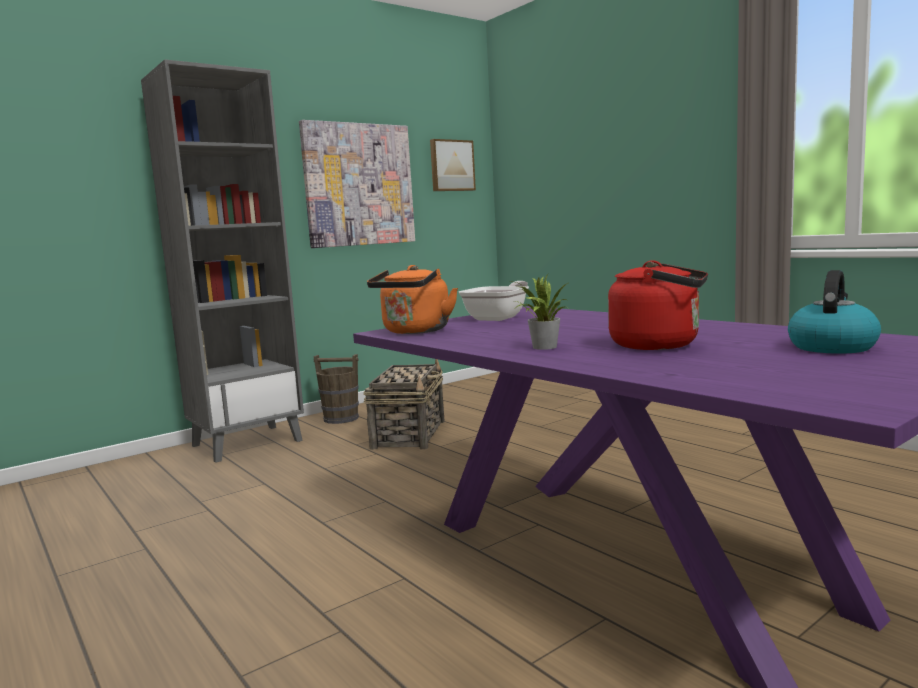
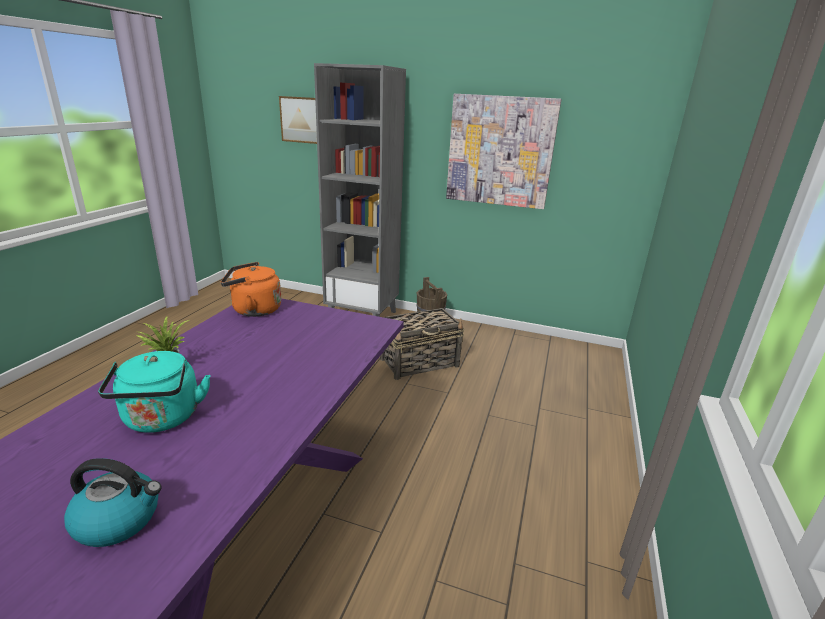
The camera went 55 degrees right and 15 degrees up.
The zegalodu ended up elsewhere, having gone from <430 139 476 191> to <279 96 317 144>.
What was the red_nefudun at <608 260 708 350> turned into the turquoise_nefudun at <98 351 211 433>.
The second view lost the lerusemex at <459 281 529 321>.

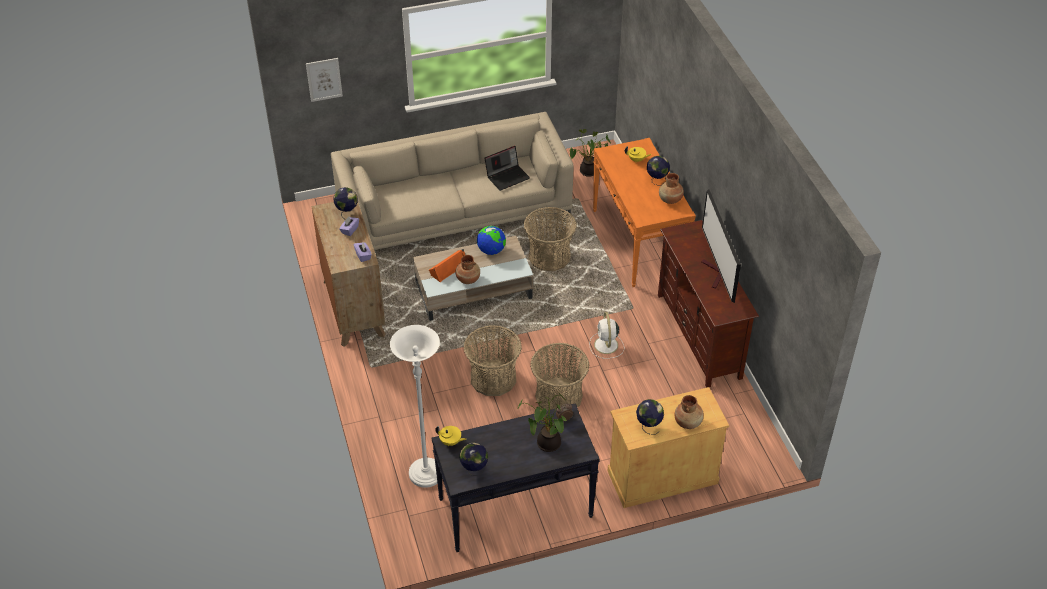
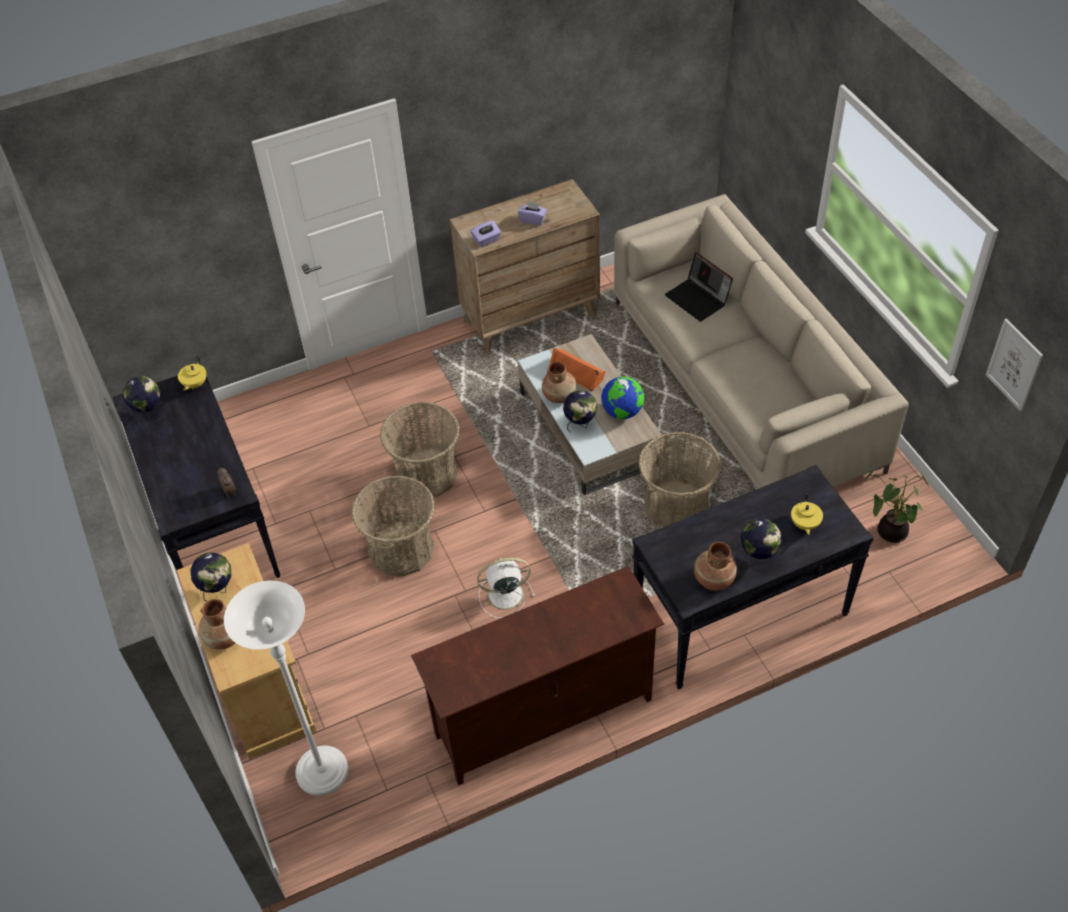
The camera went 85 degrees right and 5 degrees up.
The zegalodu ended up elsewhere, having gone from <306 58 343 102> to <986 319 1043 411>.
What was the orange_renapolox at <593 138 696 287> turned into the black_renapolox at <632 465 873 690>.
The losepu ended up elsewhere, having gone from <484 146 530 191> to <665 252 733 322>.
The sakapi ended up elsewhere, having gone from <333 187 358 220> to <563 390 597 433>.
The second view lost the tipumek at <701 189 741 303>.
The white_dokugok ended up elsewhere, having gone from <390 325 440 488> to <224 581 348 796>.
The second view lost the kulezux at <518 391 567 452>.

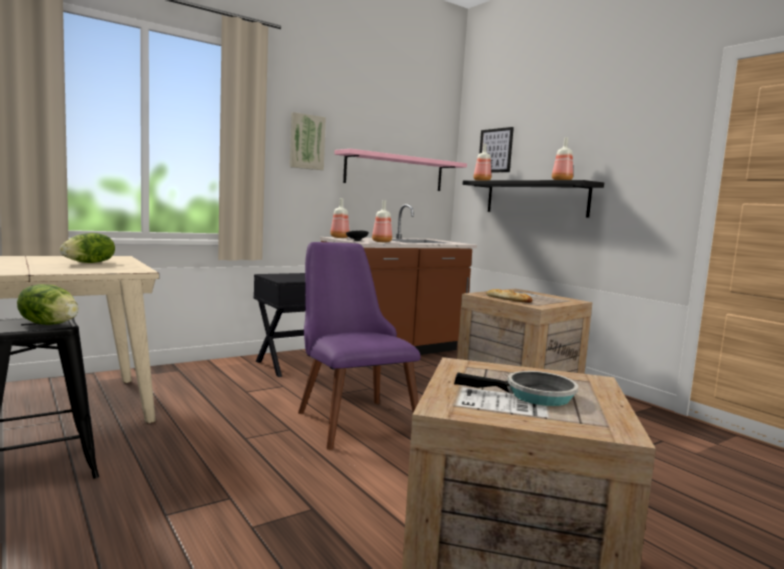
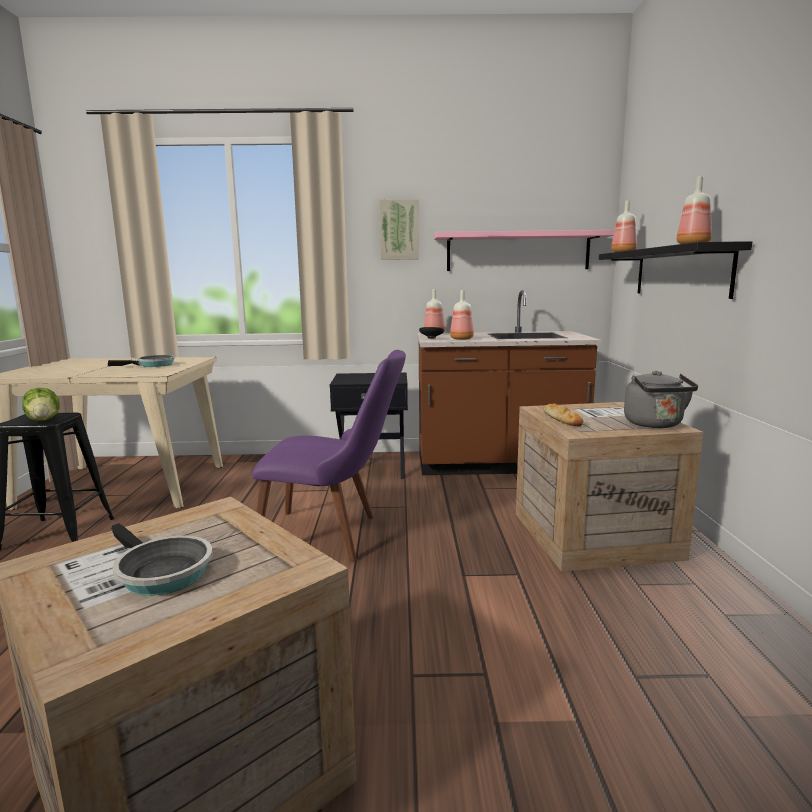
The camera went 35 degrees right and 5 degrees up.
The second view lost the zegalodu at <479 127 514 173>.
Where the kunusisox stood at <60 233 115 263>, the lerusemex came to stand at <108 355 175 367>.
The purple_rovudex at <298 242 420 450> ended up facing another way, 90 degrees clockwise from before.
The second view gained the grey_nefudun at <624 371 698 428>.

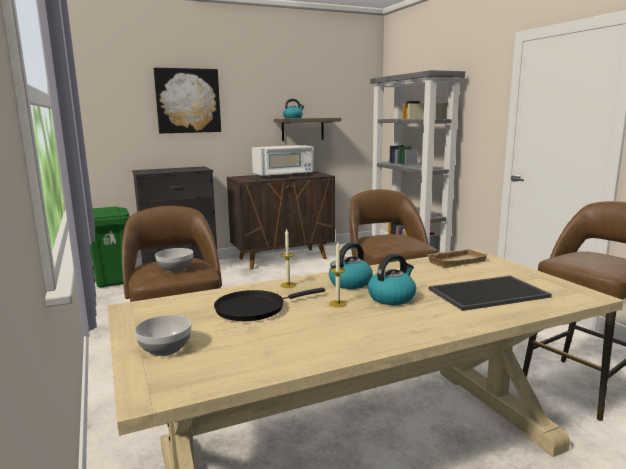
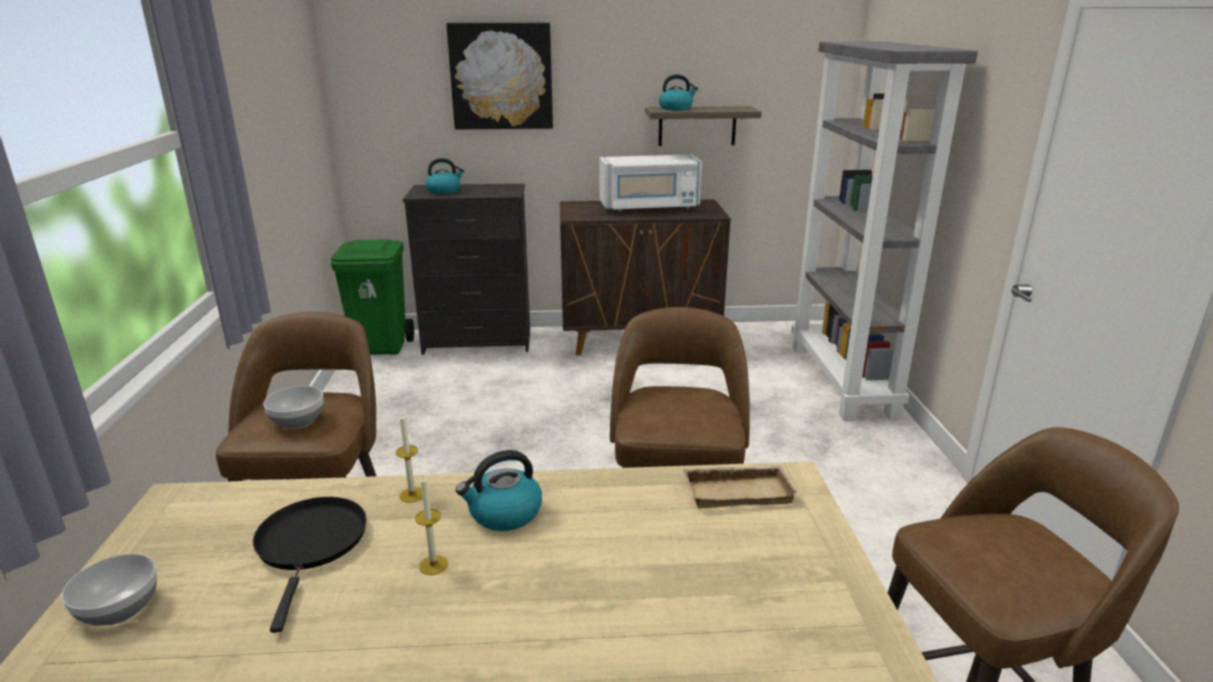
The camera went 20 degrees right and 10 degrees up.
The nefudun ended up elsewhere, having gone from <368 254 416 305> to <426 158 464 194>.
The second view lost the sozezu at <429 276 552 311>.
The black_lerusemex at <214 288 325 321> ended up facing another way, 90 degrees clockwise from before.

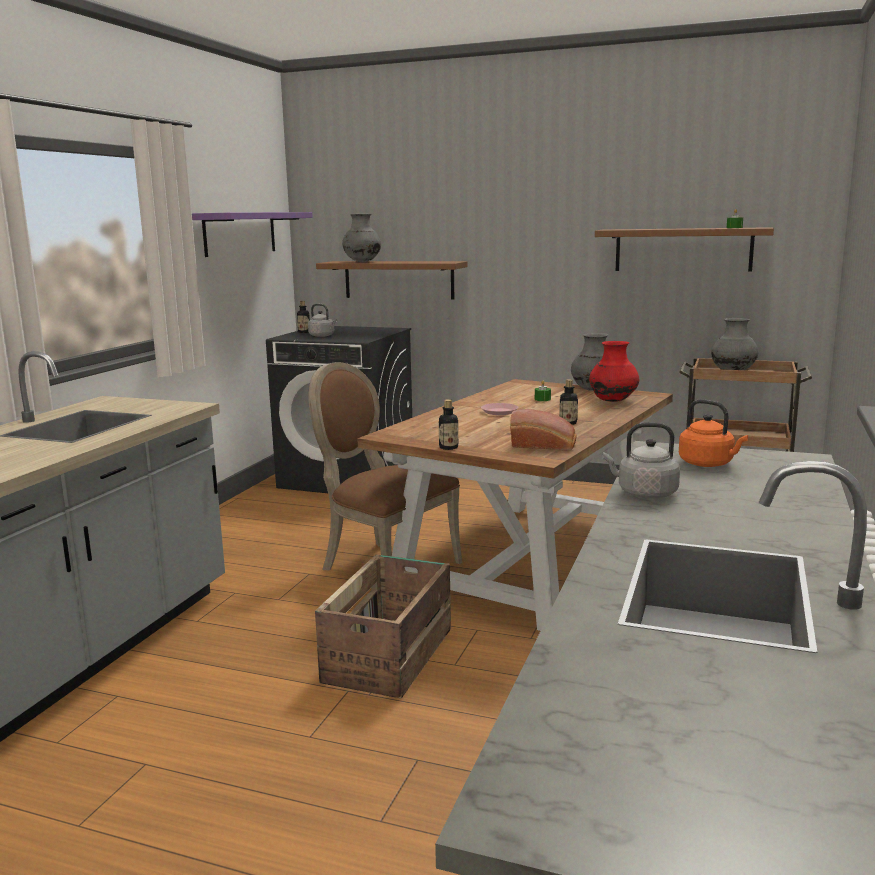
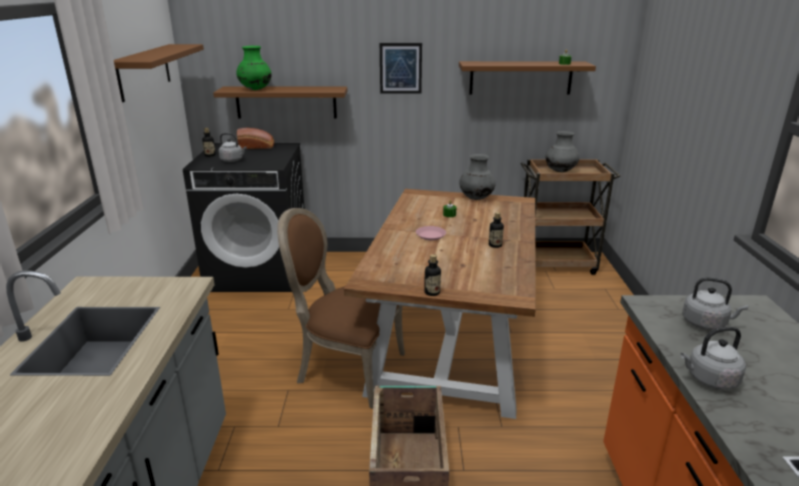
The camera went 20 degrees left and 10 degrees up.
What was the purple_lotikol at <192 212 313 257> turned into the brown_lotikol at <114 44 204 102>.
What was the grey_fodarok at <342 214 381 262> turned into the green_fodarok at <236 46 272 90>.
The second view lost the red_fodarok at <589 341 639 402>.
What was the orange_nefudun at <679 399 748 467> turned into the grey_nefudun at <682 277 748 330>.
The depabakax ended up elsewhere, having gone from <510 409 577 450> to <237 128 274 149>.
The second view gained the zegalodu at <380 43 422 94>.

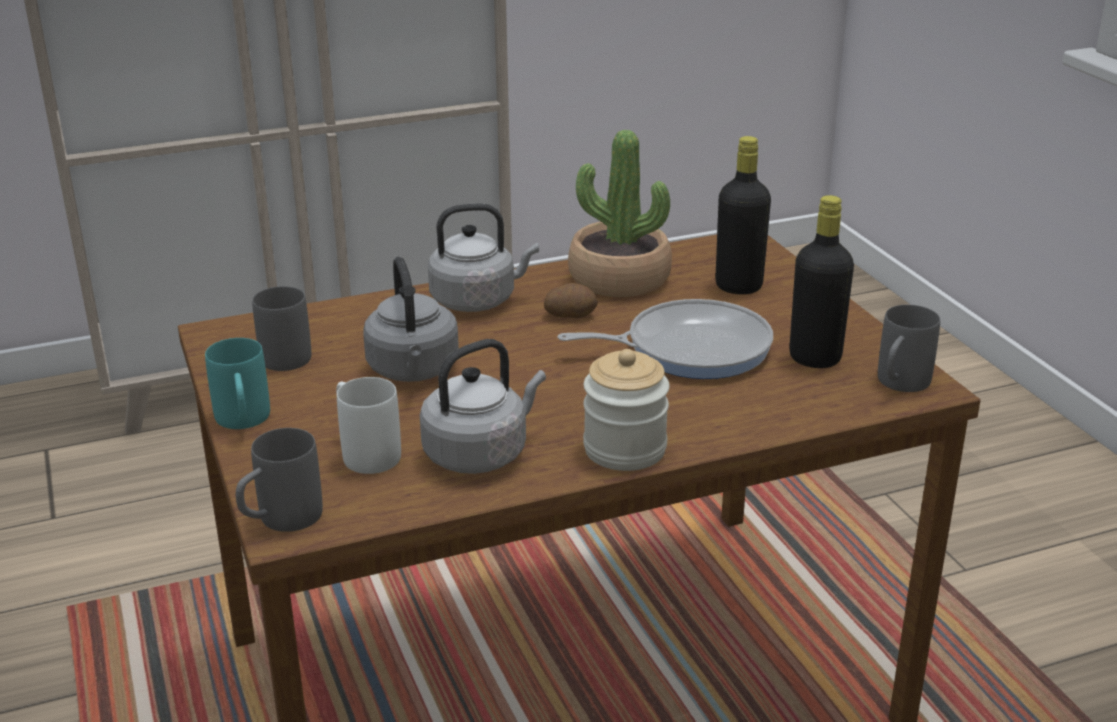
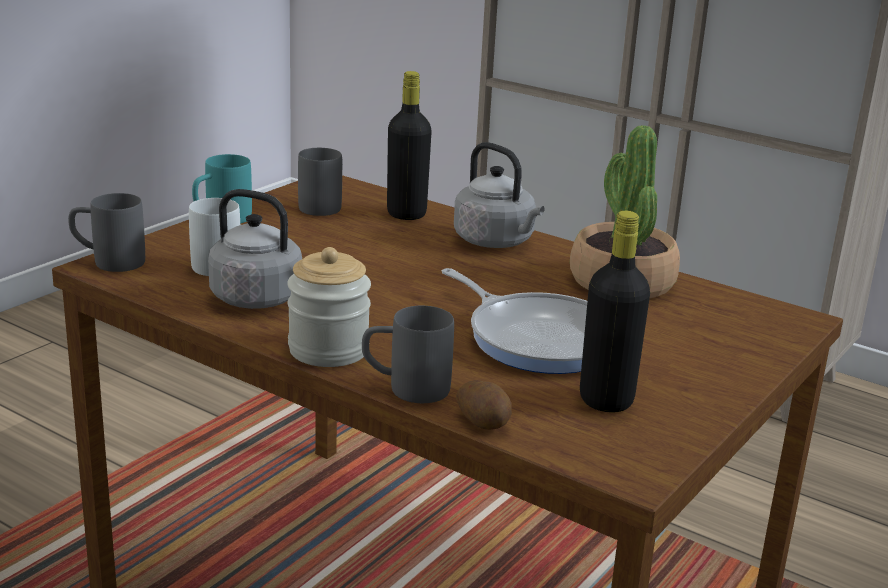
The camera went 55 degrees right and 5 degrees down.
The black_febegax ended up elsewhere, having gone from <715 136 771 294> to <387 71 432 220>.
The second view lost the grey_nefudun at <363 256 459 382>.
The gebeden ended up elsewhere, having gone from <544 283 598 318> to <456 380 512 430>.
The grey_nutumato ended up elsewhere, having gone from <878 305 940 392> to <362 306 454 403>.

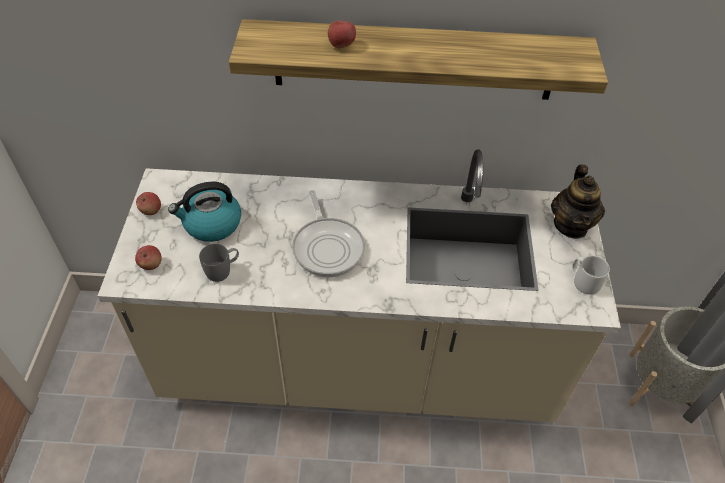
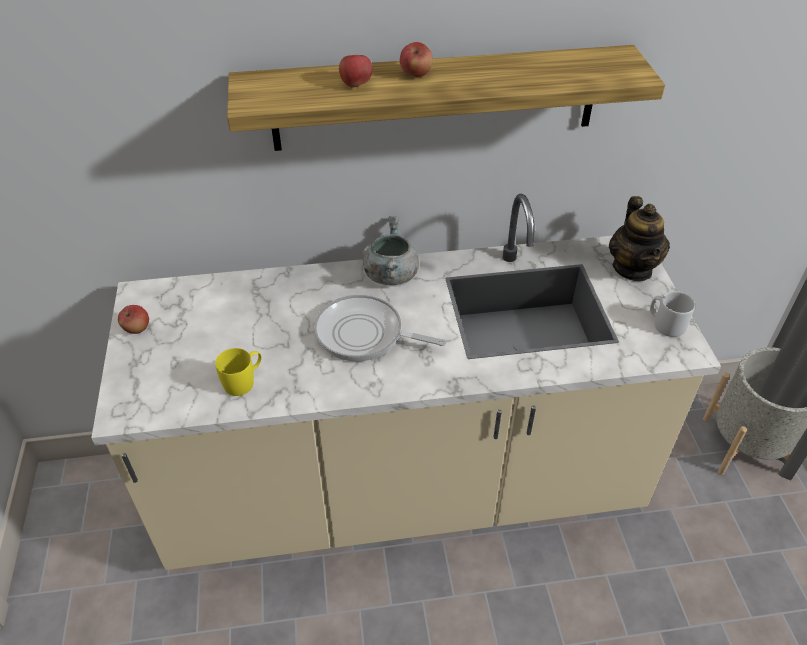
The camera went 10 degrees left and 5 degrees down.
The second view lost the nefudun at <168 182 241 242>.
The lerusemex at <292 190 365 277> ended up facing another way, 135 degrees clockwise from before.
What was the grey_nutumato at <199 244 239 282> turned into the yellow_nutumato at <215 348 262 396>.
The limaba ended up elsewhere, having gone from <135 245 162 270> to <400 42 433 77>.
The second view gained the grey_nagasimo at <363 216 419 285>.

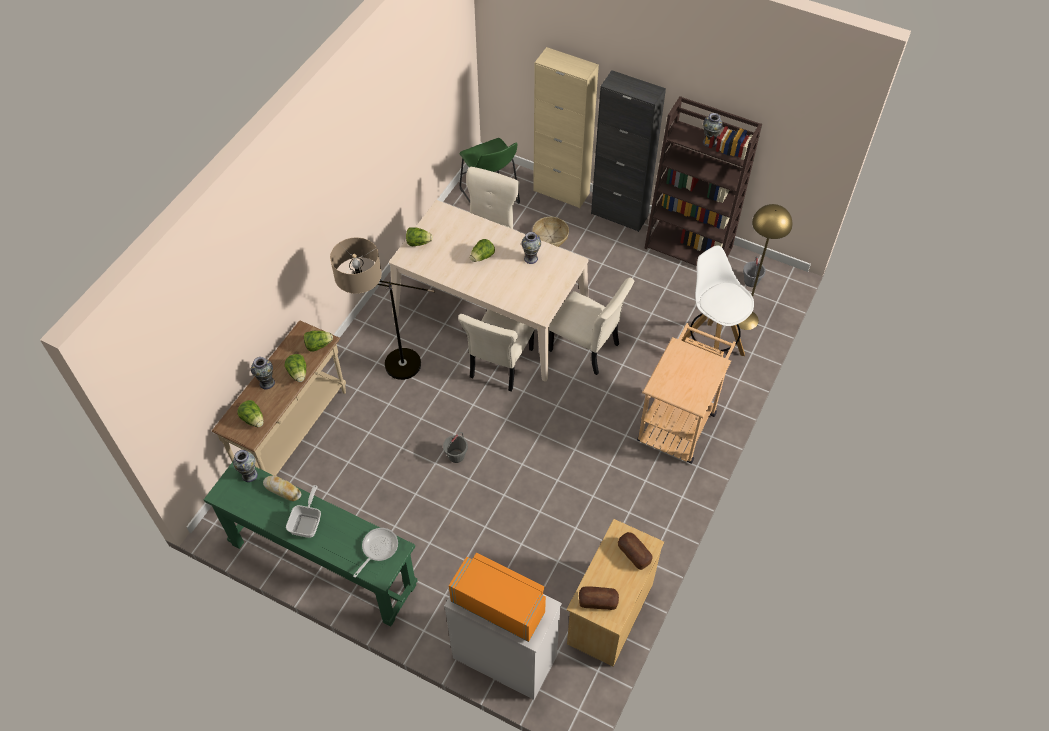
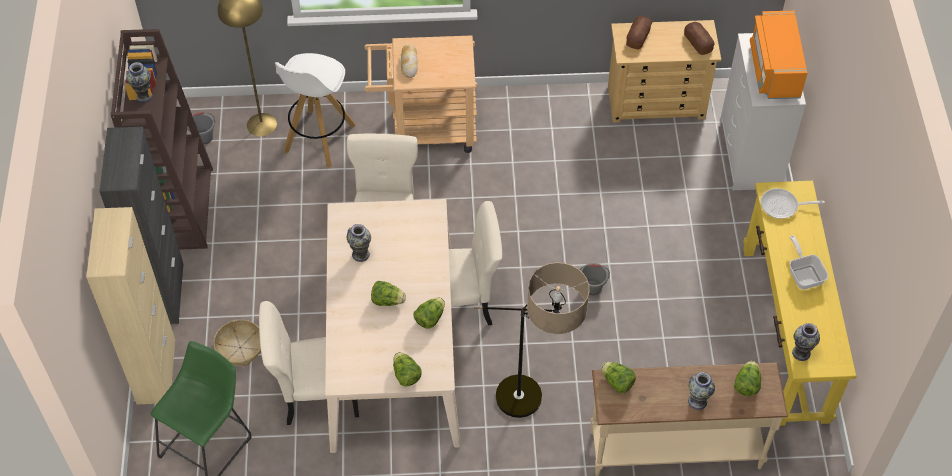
The camera went 120 degrees left and 0 degrees up.
The kunusisox ended up elsewhere, having gone from <284 354 306 382> to <414 297 445 329>.
What was the green_renapolox at <204 462 418 627> turned into the yellow_renapolox at <743 181 856 426>.
The depabakax ended up elsewhere, having gone from <263 476 301 501> to <401 44 418 78>.
The lerusemex at <286 485 321 538> ended up facing another way, 90 degrees clockwise from before.

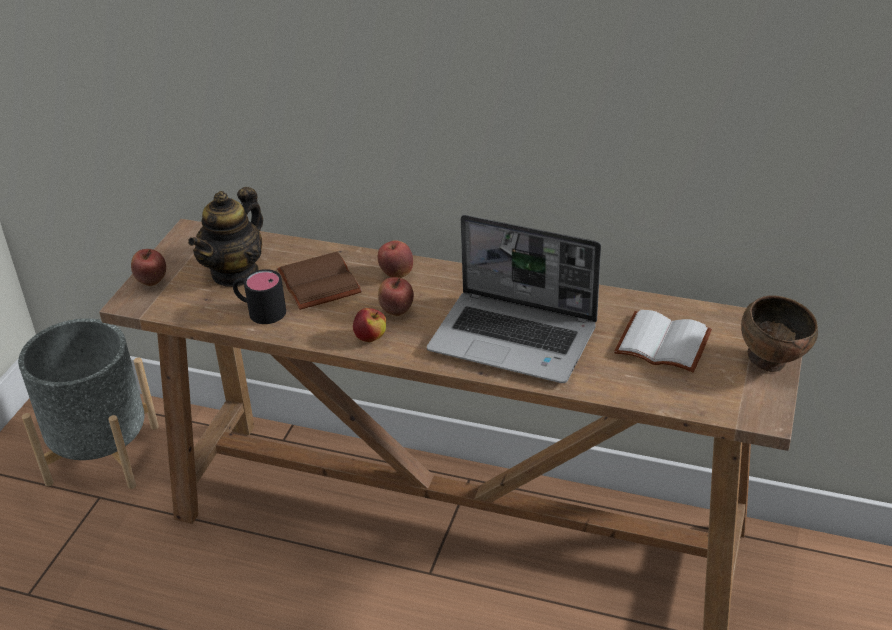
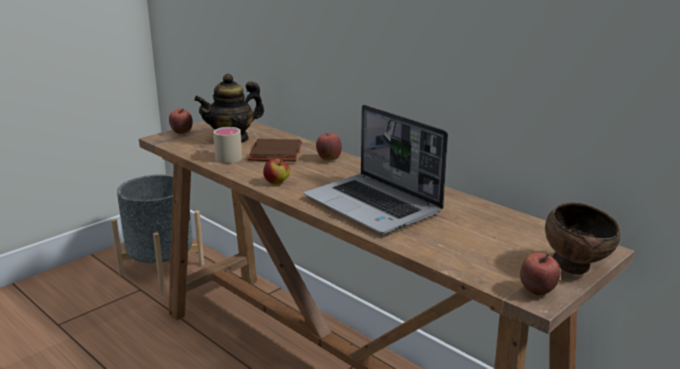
The camera went 25 degrees right and 15 degrees down.
What was the black_nutumato at <233 269 286 324> turned into the beige_nutumato at <213 127 242 163>.
The limaba ended up elsewhere, having gone from <378 277 414 316> to <520 253 560 296>.
The second view lost the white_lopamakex at <614 310 712 373>.

